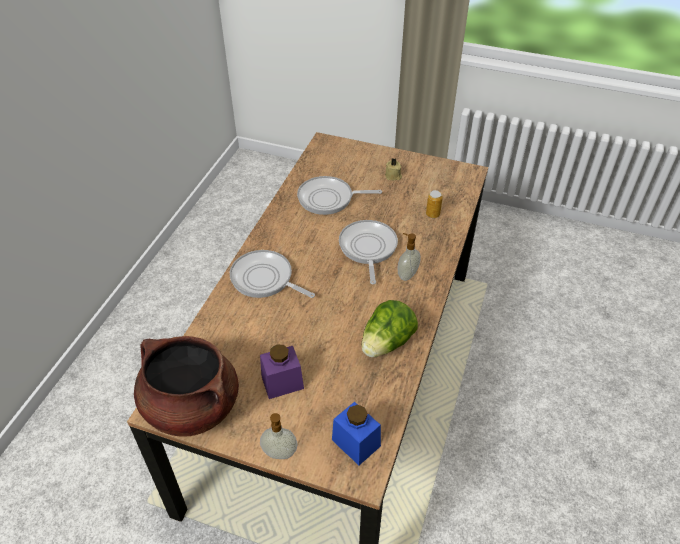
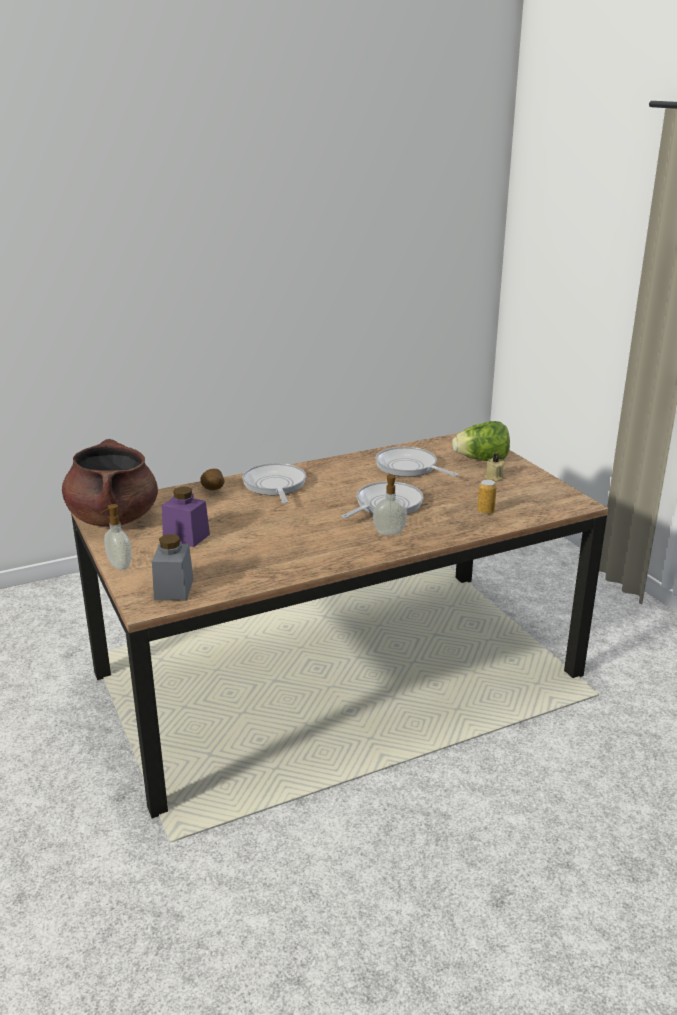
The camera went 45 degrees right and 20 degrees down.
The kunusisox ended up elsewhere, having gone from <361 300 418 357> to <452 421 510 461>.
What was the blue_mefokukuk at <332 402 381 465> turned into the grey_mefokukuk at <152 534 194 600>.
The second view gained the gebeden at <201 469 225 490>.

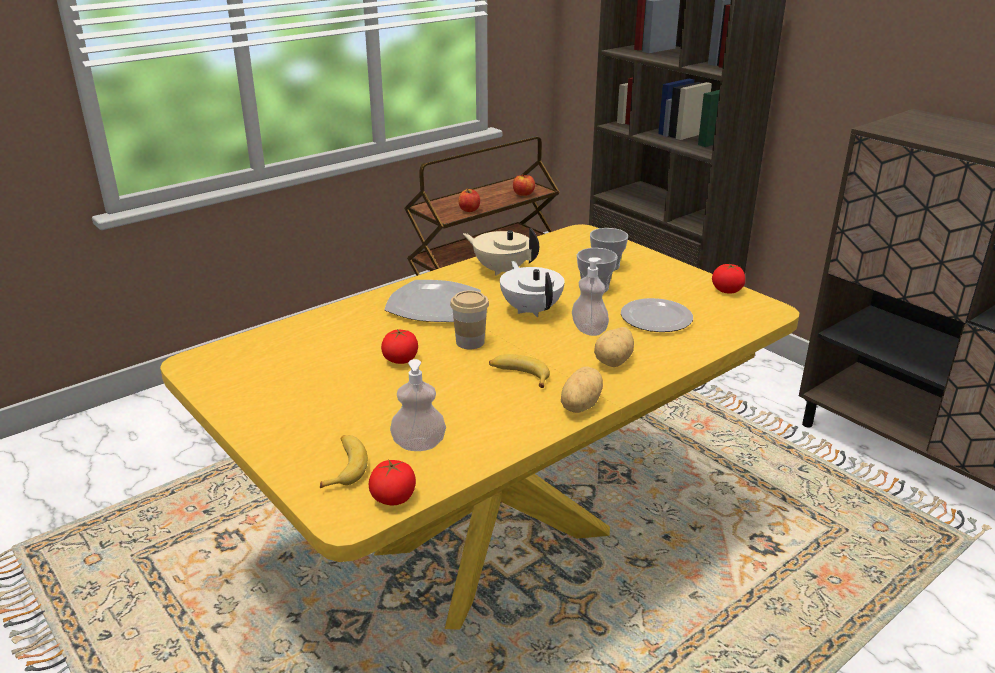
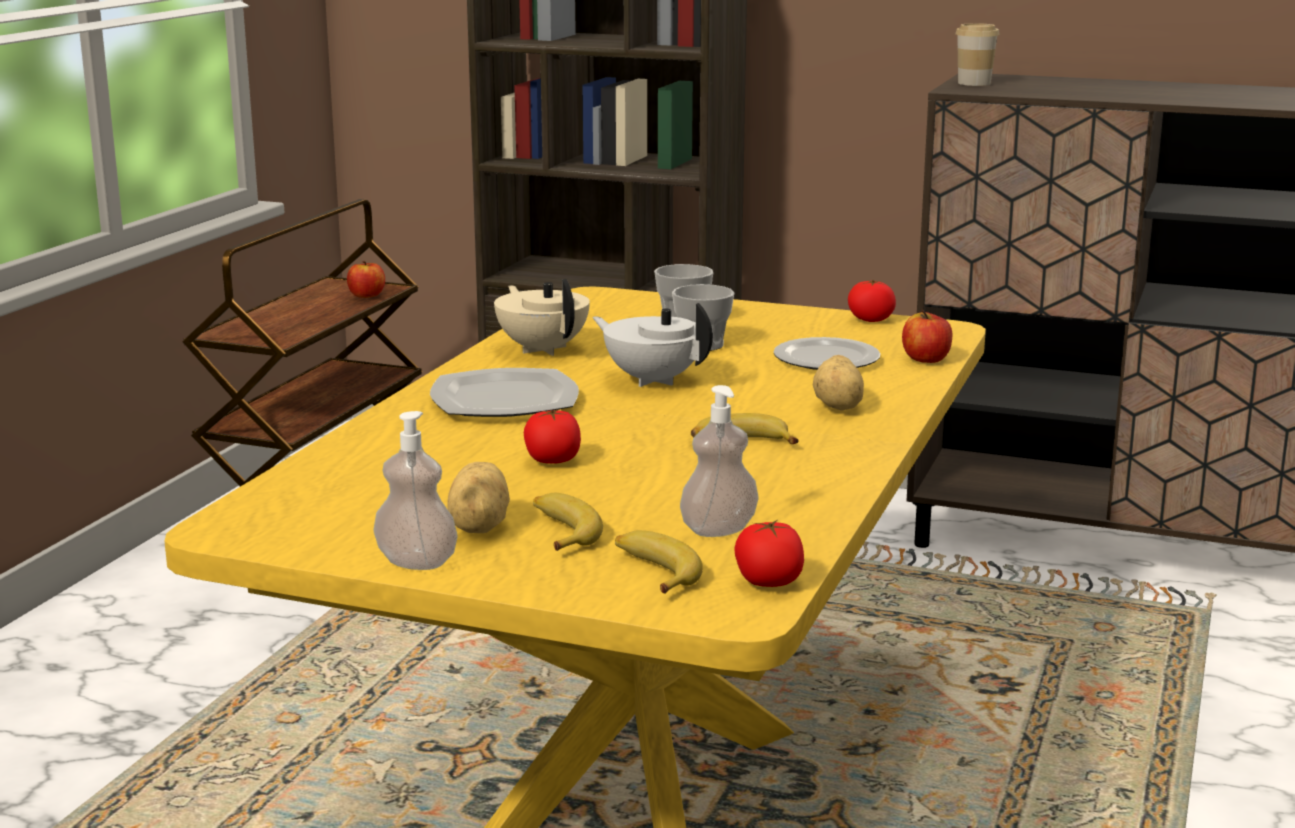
The camera went 30 degrees left and 10 degrees down.
The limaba ended up elsewhere, having gone from <458 188 480 212> to <902 310 952 363>.
The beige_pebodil at <463 228 539 276> ended up facing another way, 60 degrees clockwise from before.
The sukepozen ended up elsewhere, having gone from <572 257 609 336> to <374 411 458 570>.
The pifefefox ended up elsewhere, having gone from <450 290 489 349> to <956 23 999 86>.
The gebeden ended up elsewhere, having gone from <561 367 603 413> to <448 462 510 533>.
The second view gained the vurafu at <533 493 603 551>.

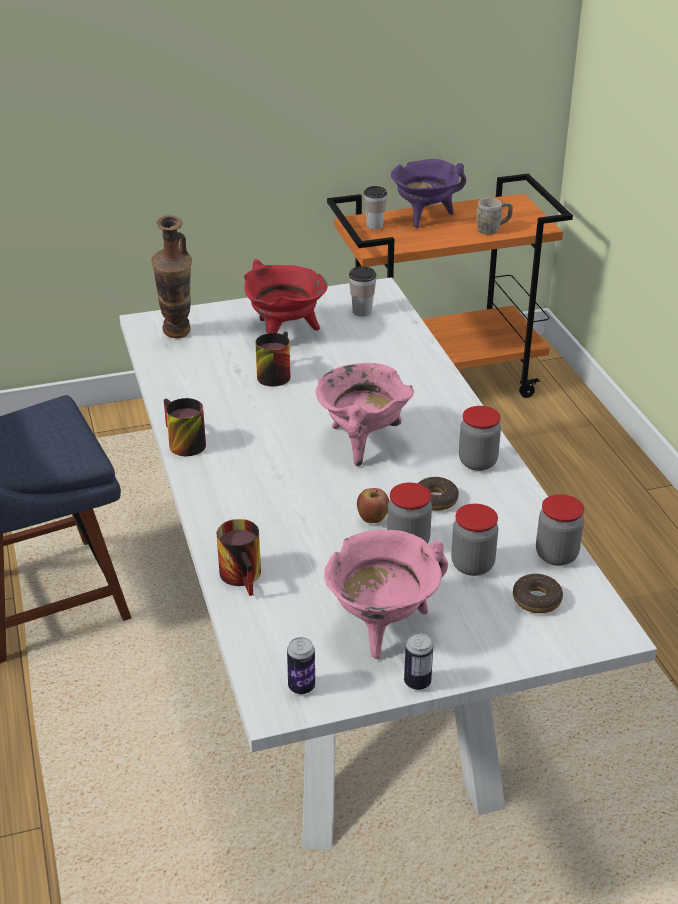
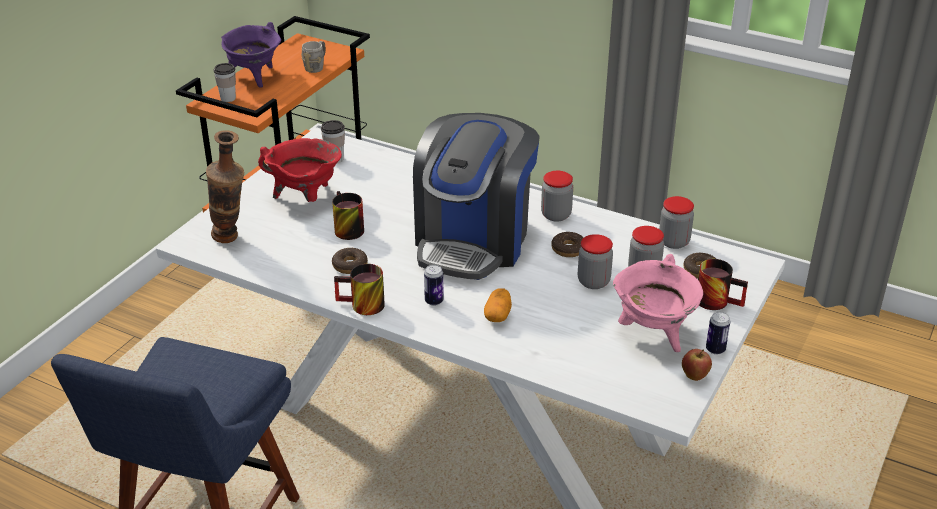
The camera went 45 degrees left and 0 degrees up.
Where the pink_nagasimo stood at <316 363 414 467>, the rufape came to stand at <413 113 540 280>.
The limaba ended up elsewhere, having gone from <357 488 389 523> to <682 349 712 381>.
The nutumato ended up elsewhere, having gone from <217 519 261 596> to <698 259 748 310>.
The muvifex ended up elsewhere, having gone from <287 637 315 694> to <424 265 444 306>.
The second view gained the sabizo at <332 247 368 274>.
The second view gained the gebeden at <484 288 512 322>.

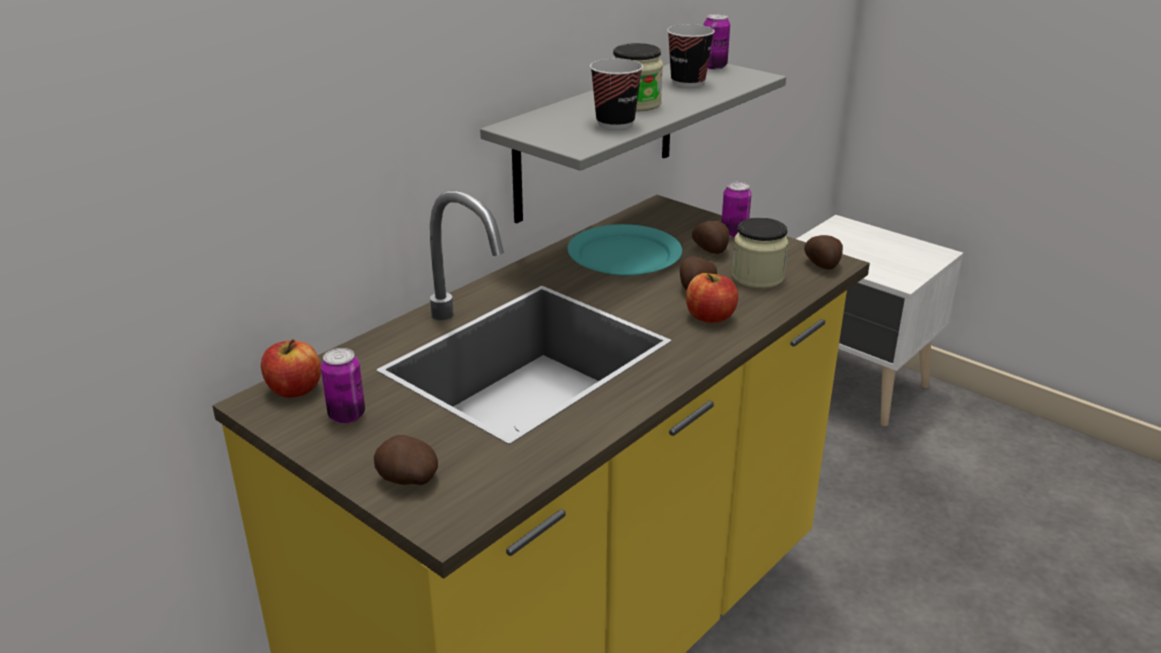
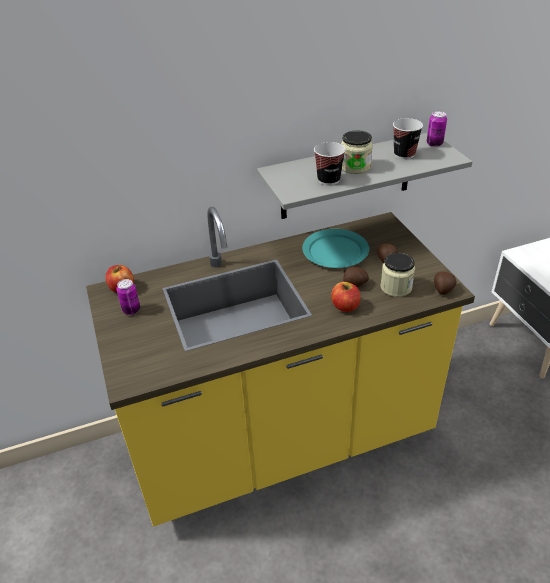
The camera went 30 degrees right and 10 degrees up.
The second view lost the muvifex at <721 182 751 238>.
The second view lost the gebeden at <374 435 438 485>.

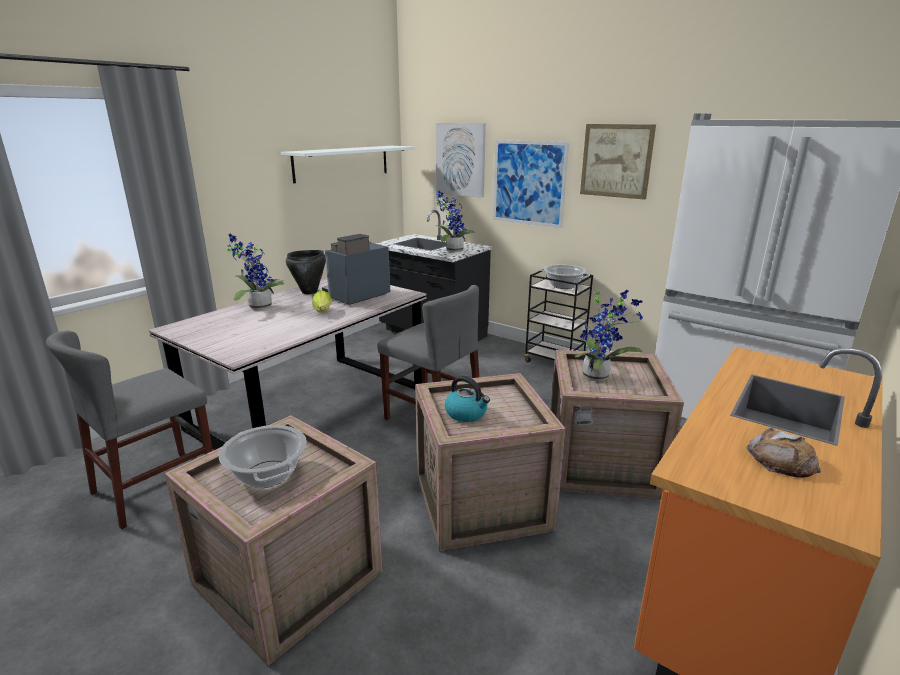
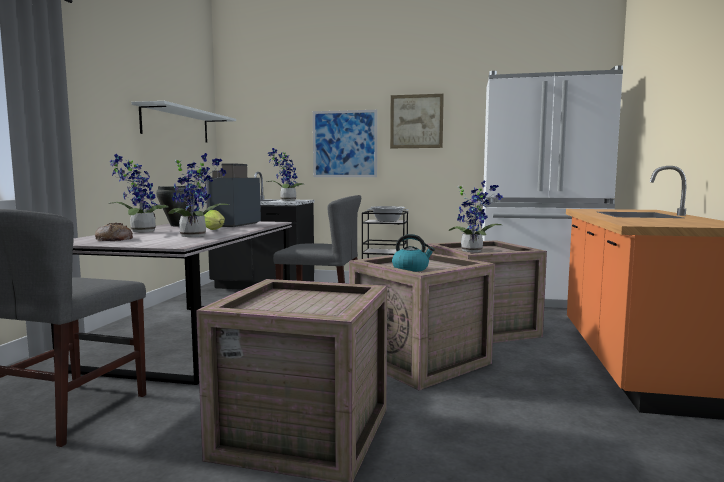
The camera went 25 degrees left and 15 degrees down.
The second view lost the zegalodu at <436 123 486 198>.
The second view lost the nagasimo at <218 425 307 488>.
The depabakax ended up elsewhere, having gone from <747 428 821 478> to <95 223 133 241>.
The second view gained the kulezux at <168 153 229 237>.

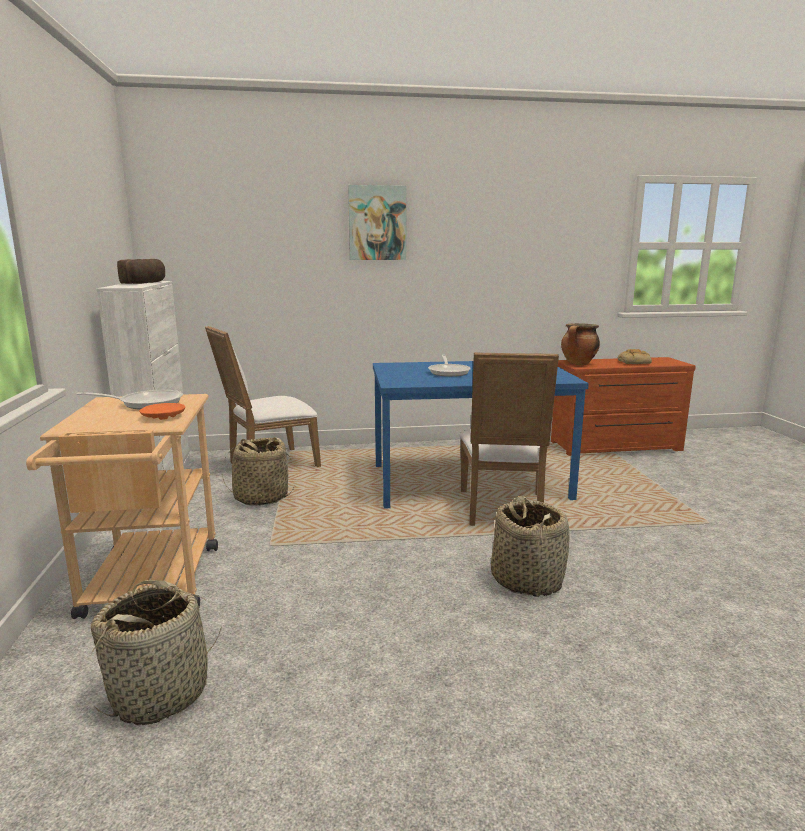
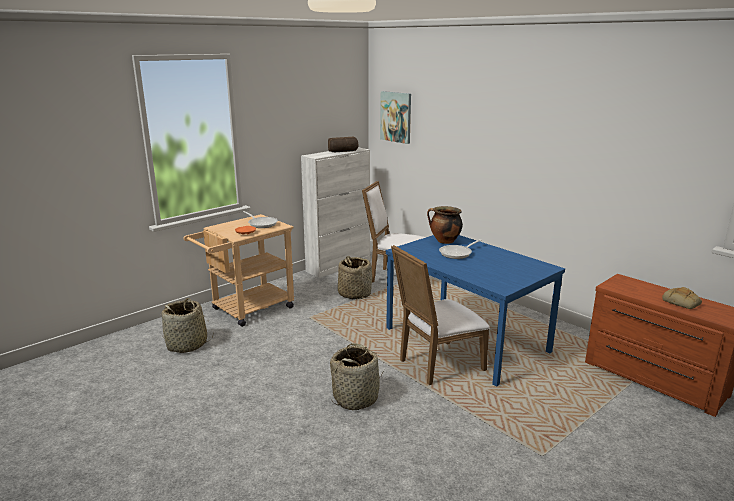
The camera went 55 degrees right and 5 degrees up.
The zegalodu ended up elsewhere, having gone from <348 185 406 260> to <380 91 411 144>.
The nagasimo ended up elsewhere, having gone from <561 323 600 365> to <427 206 463 244>.

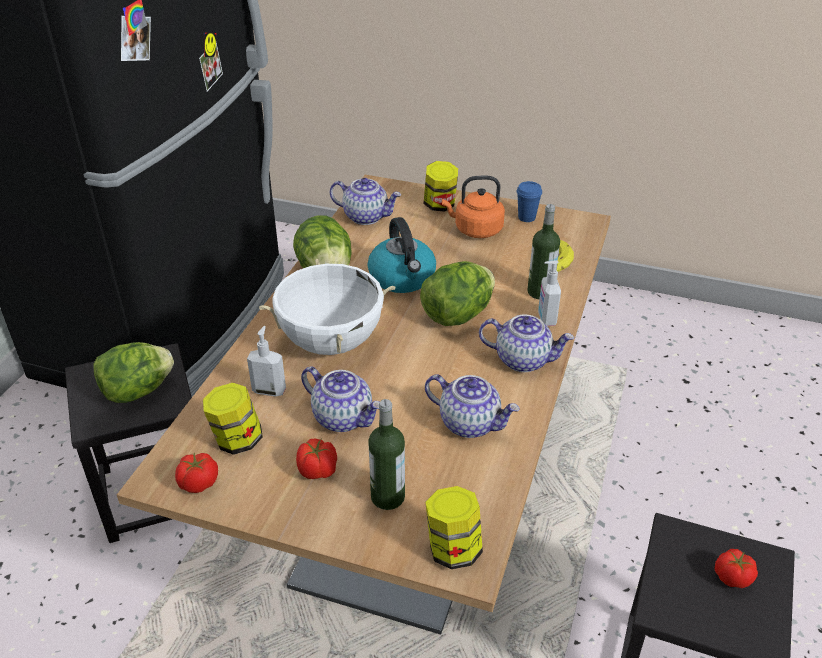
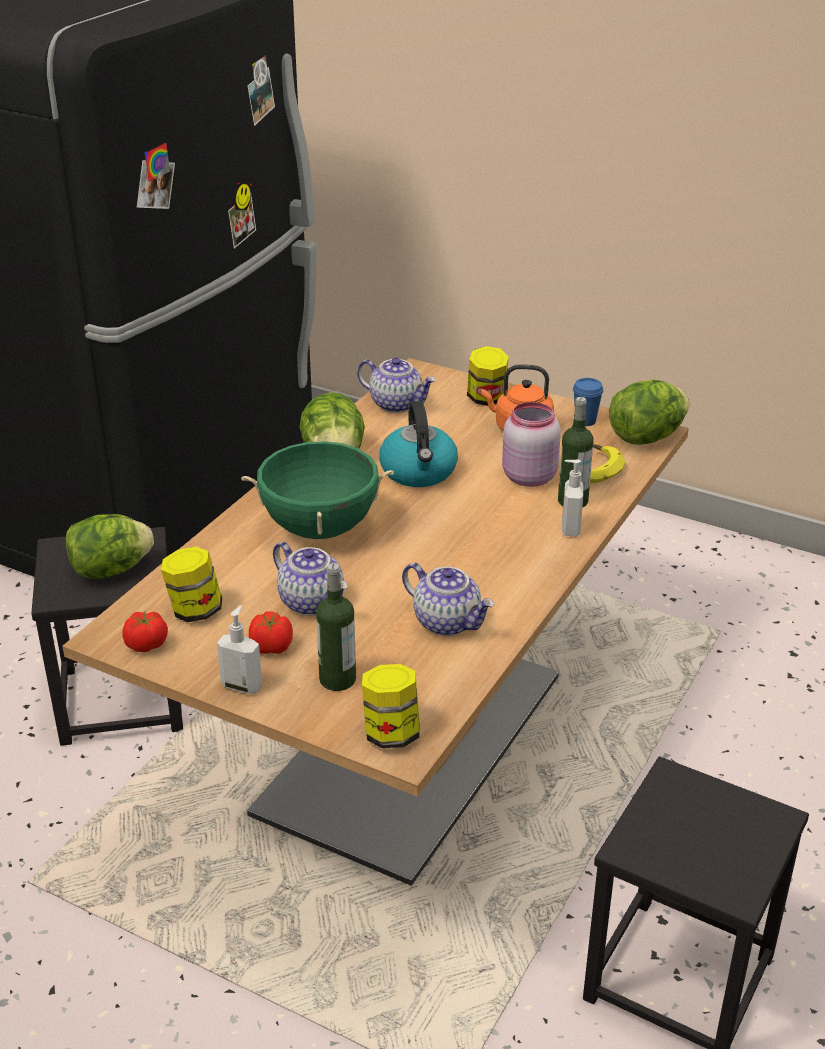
The camera went 10 degrees right and 5 degrees down.
What was the white_nagasimo at <259 258 395 355> turned into the green_nagasimo at <241 436 394 539>.
The kunusisox ended up elsewhere, having gone from <420 261 495 326> to <609 380 689 445>.
The second view lost the pebodil at <479 314 574 372>.
The sukepozen ended up elsewhere, having gone from <247 326 286 396> to <217 605 262 694>.
The second view lost the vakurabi at <715 549 758 588>.
The second view gained the pink_mefokukuk at <502 402 561 487>.

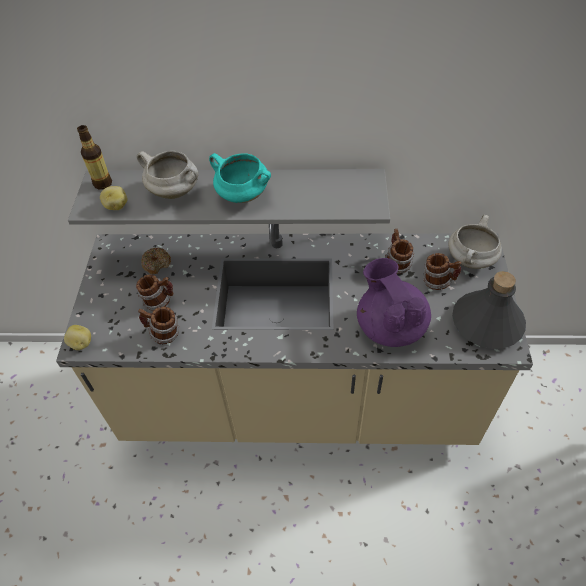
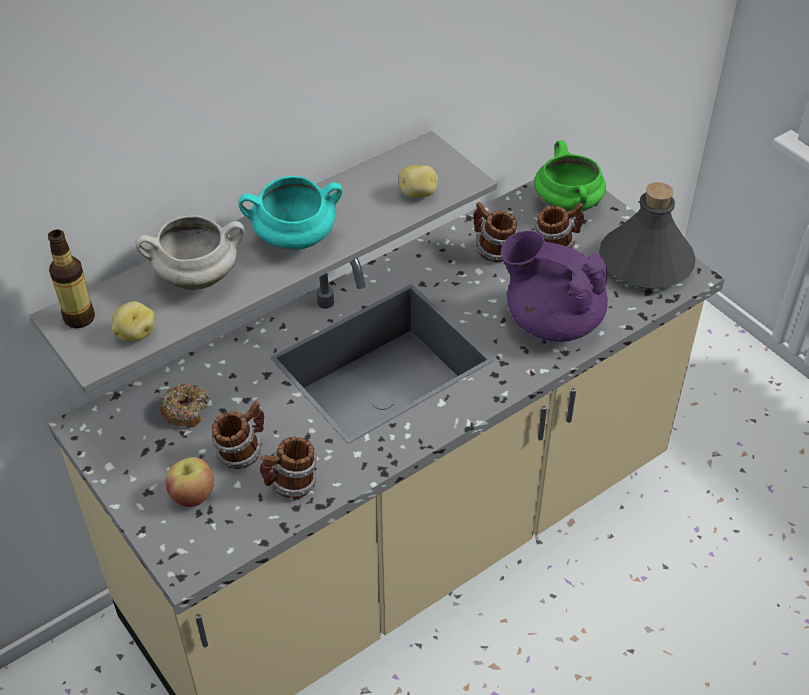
The camera went 40 degrees left and 5 degrees down.
What was the white_nagasimo at <448 215 502 269> turned into the green_nagasimo at <534 140 606 212>.
The gebeden ended up elsewhere, having gone from <64 325 91 350> to <399 165 438 198>.
The second view gained the limaba at <166 457 214 507>.

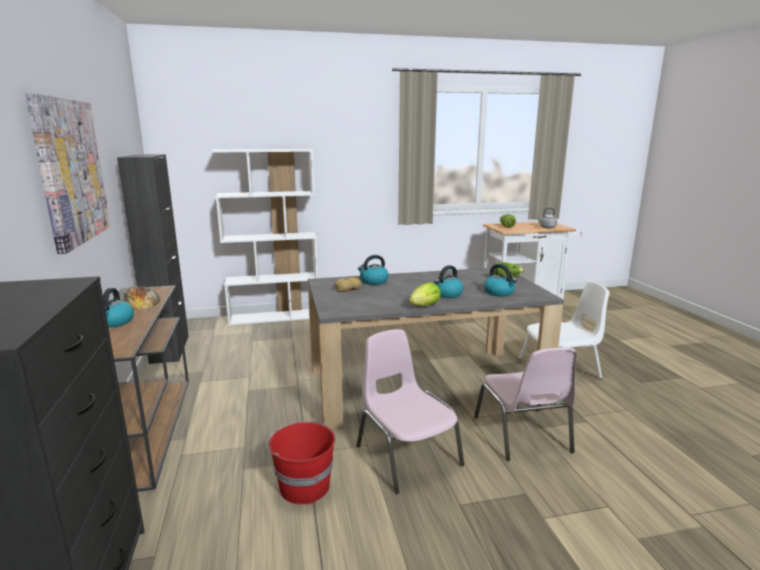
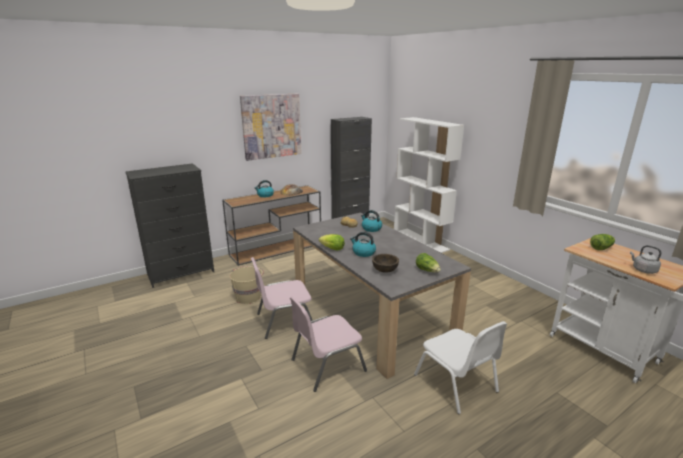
The camera went 70 degrees right and 5 degrees up.
Where the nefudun stood at <484 264 517 296>, the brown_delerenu came to stand at <372 254 399 273>.
The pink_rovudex at <356 329 464 494> ended up facing another way, 150 degrees counterclockwise from before.
What was the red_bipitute at <266 421 335 504> turned into the beige_bipitute at <230 266 264 304>.

